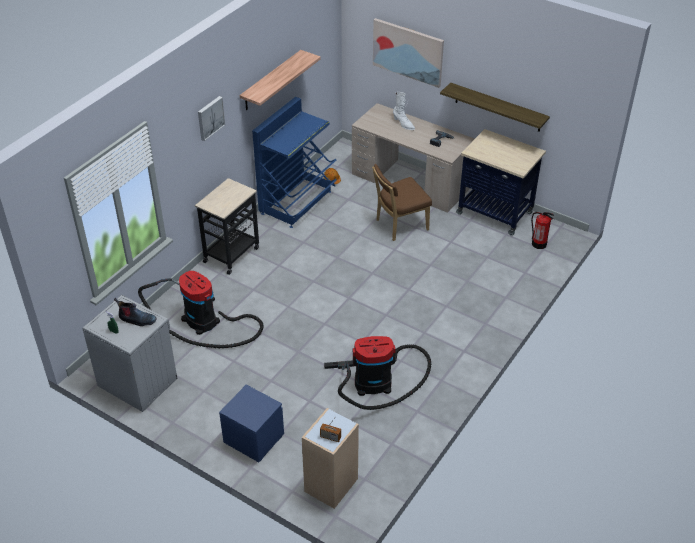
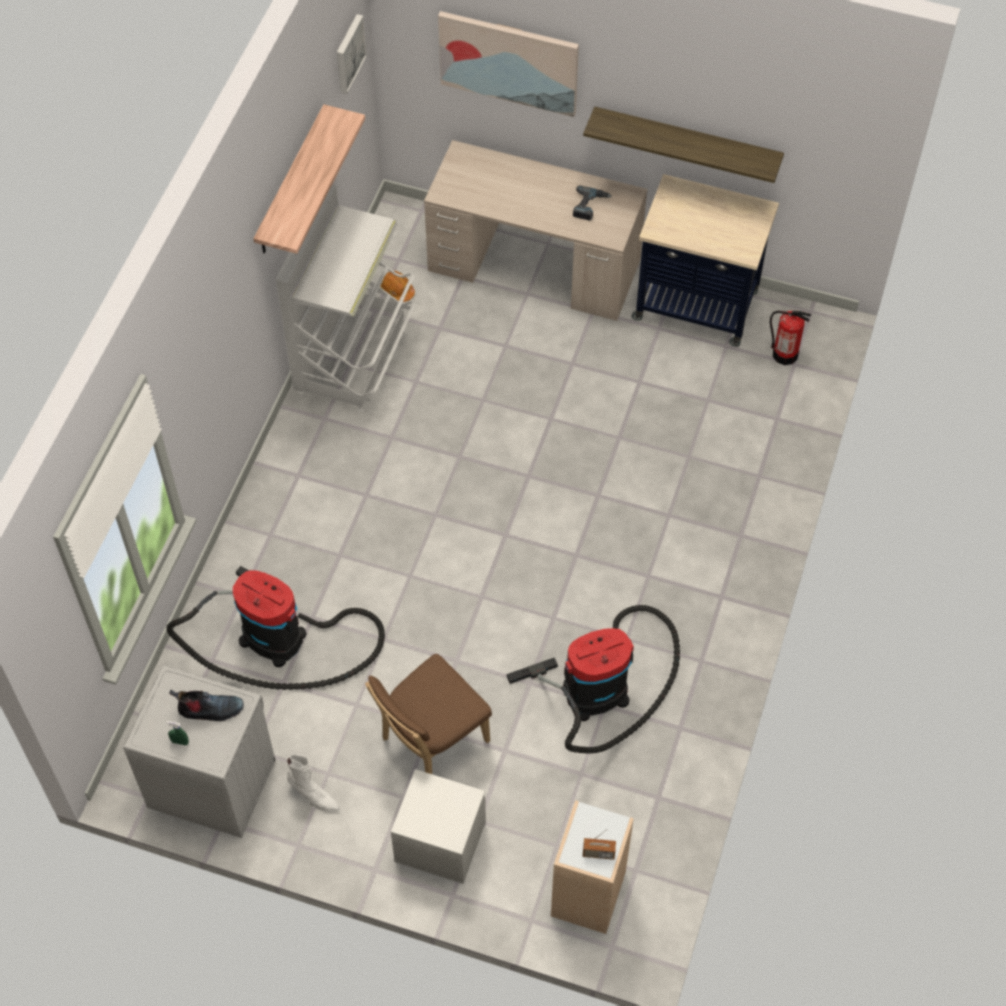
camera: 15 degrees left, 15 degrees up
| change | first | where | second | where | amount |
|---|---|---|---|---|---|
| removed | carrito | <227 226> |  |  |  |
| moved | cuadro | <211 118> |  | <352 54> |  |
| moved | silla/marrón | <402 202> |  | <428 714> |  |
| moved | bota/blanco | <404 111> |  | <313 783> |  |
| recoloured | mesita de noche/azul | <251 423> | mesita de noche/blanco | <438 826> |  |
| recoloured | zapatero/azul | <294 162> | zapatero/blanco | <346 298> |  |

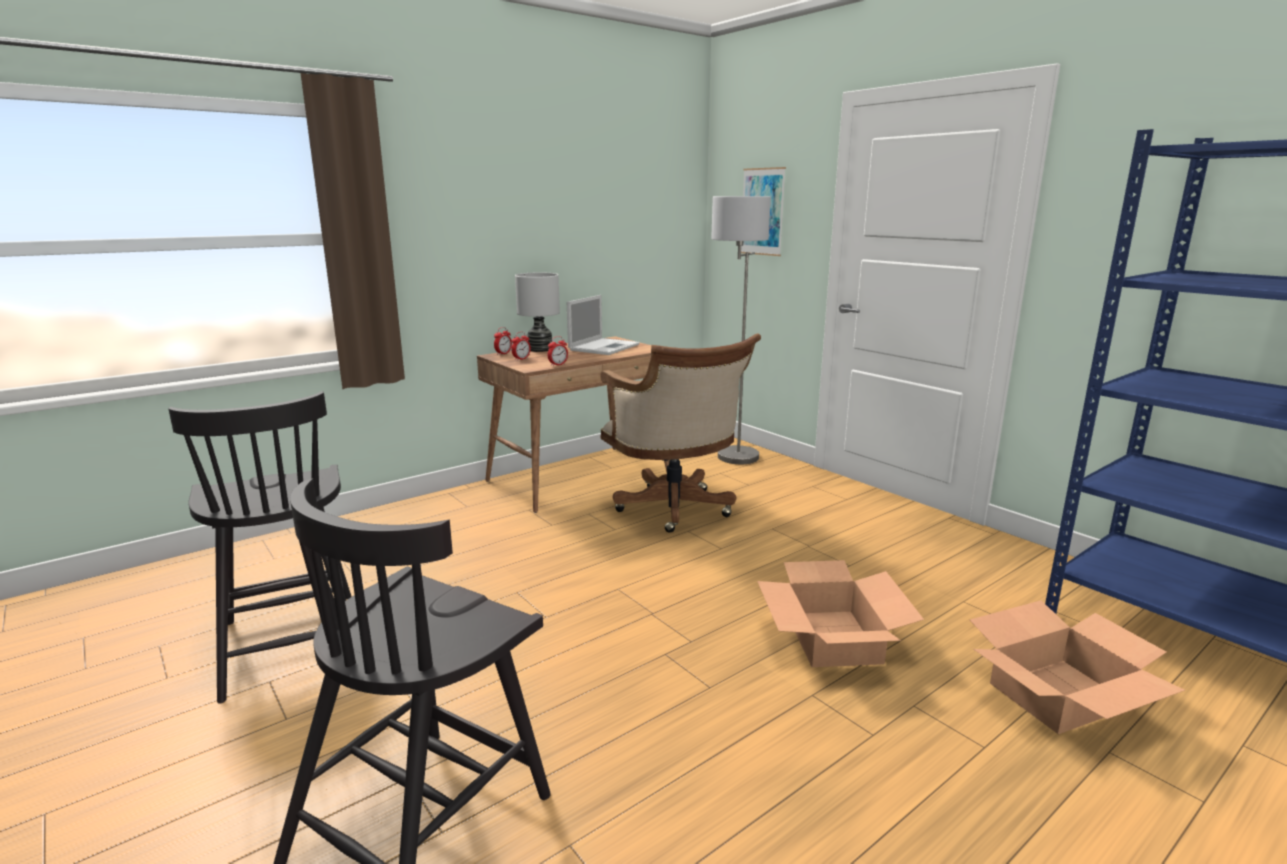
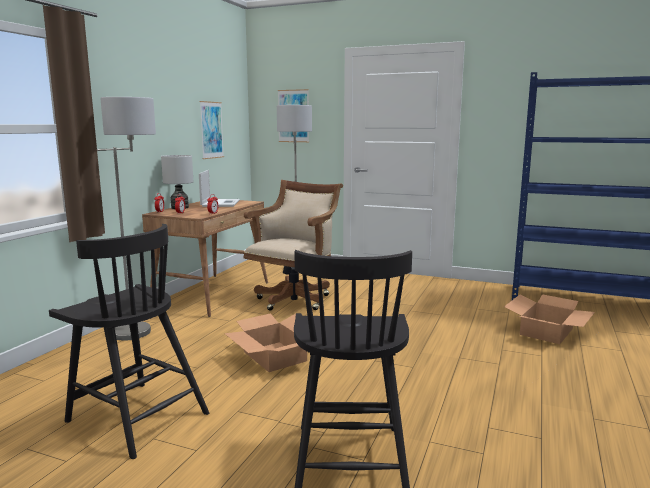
camera: 30 degrees left, 5 degrees down
| change | first | where | second | where | amount |
|---|---|---|---|---|---|
| added |  |  | lámpara de pie/gris | <126 219> |  |
| added |  |  | cuadro | <212 130> |  |
| moved | caja de cartón | <840 613> |  | <265 342> |  |
| turned | silla de oficina | <680 433> |  | <293 245> | 90 degrees counterclockwise |

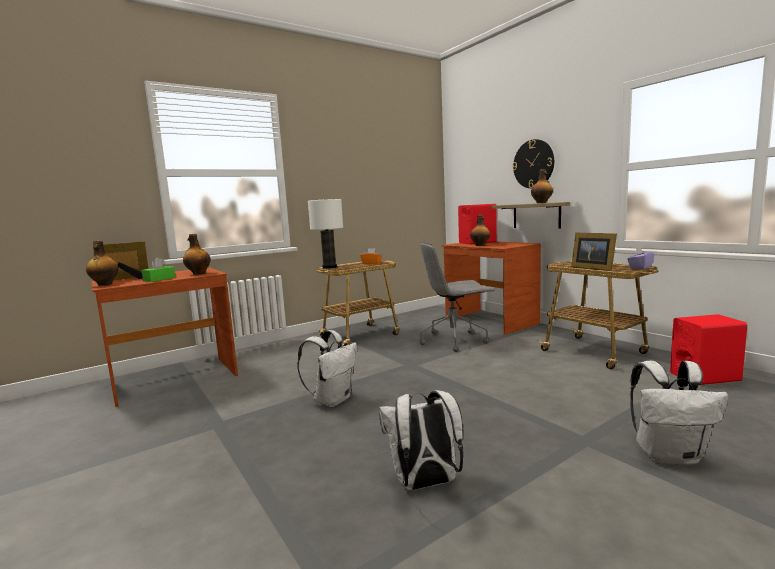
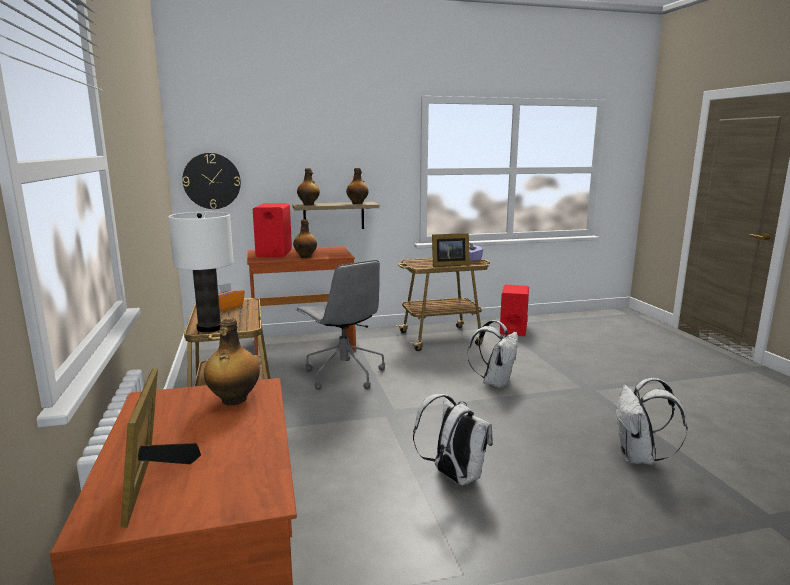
camera: 70 degrees left, 5 degrees up
| change | first | where | second | where | amount |
|---|---|---|---|---|---|
| removed | caja de pañuelos/verde | <158 269> |  |  |  |
| moved | botella | <102 263> |  | <308 186> |  |
| moved | reloj de pared | <533 163> |  | <211 181> |  |
| moved | mochila/blanco | <679 413> |  | <492 354> |  |
| turned | silla de oficina/gris | <458 297> |  | <340 325> | 45 degrees counterclockwise |

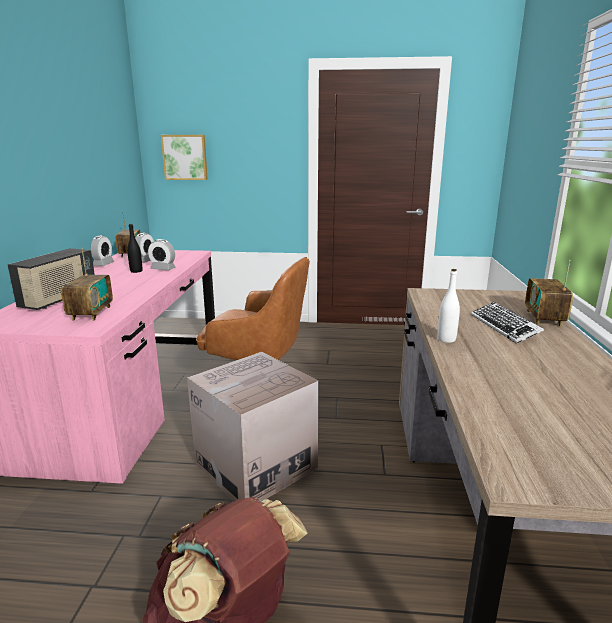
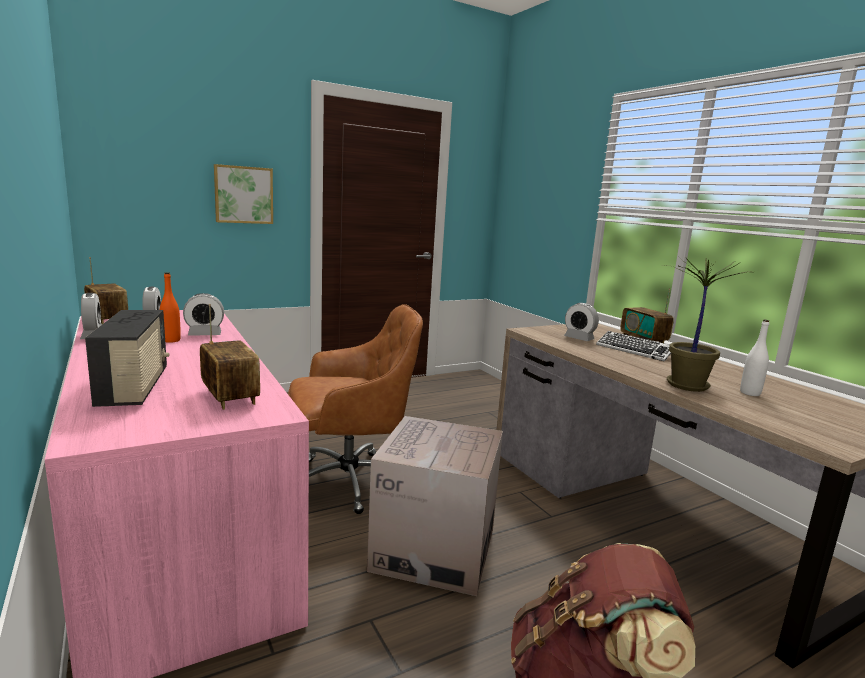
camera: 35 degrees left, 5 degrees down
| change | first | where | second | where | amount |
|---|---|---|---|---|---|
| added |  |  | despertador | <581 322> |  |
| added |  |  | planta en maceta | <708 325> |  |
| moved | cuadro | <184 157> |  | <243 194> |  |
| moved | botella/blanco | <448 306> |  | <754 358> |  |
| recoloured | botella/negro | <134 248> | botella/naranja | <170 307> |  |

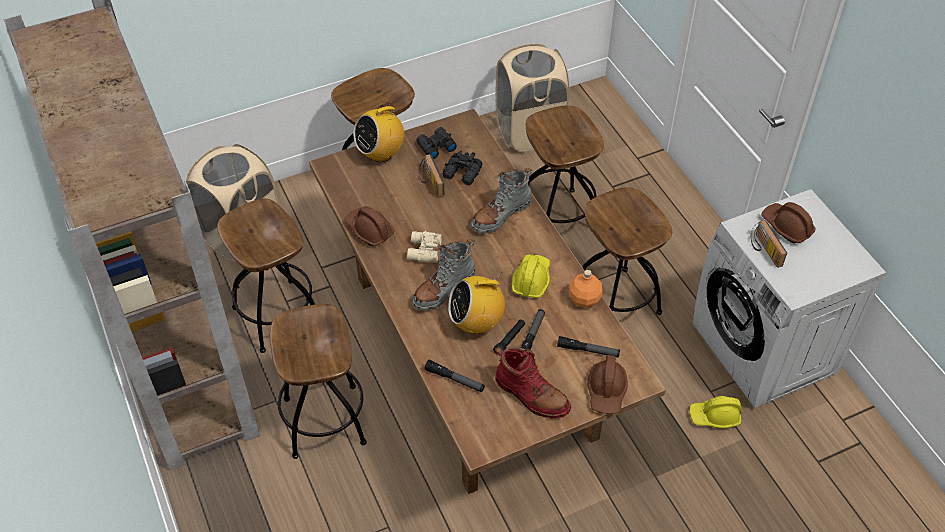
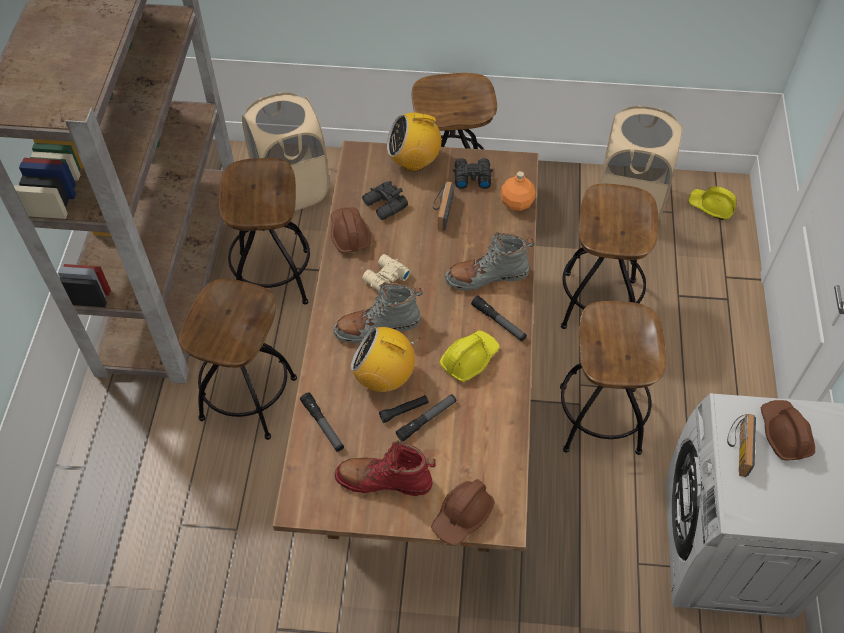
camera: 30 degrees right, 5 degrees up
| change | first | where | second | where | amount |
|---|---|---|---|---|---|
| moved | prismáticos/negro | <462 168> |  | <385 200> |  |
| moved | linterna | <588 347> |  | <499 318> |  |
| moved | botella/naranja | <586 289> |  | <518 191> |  |
| moved | casco/amarillo | <716 412> |  | <712 203> |  |
| turned | bota/rojo | <532 383> |  | <385 468> | 120 degrees clockwise |

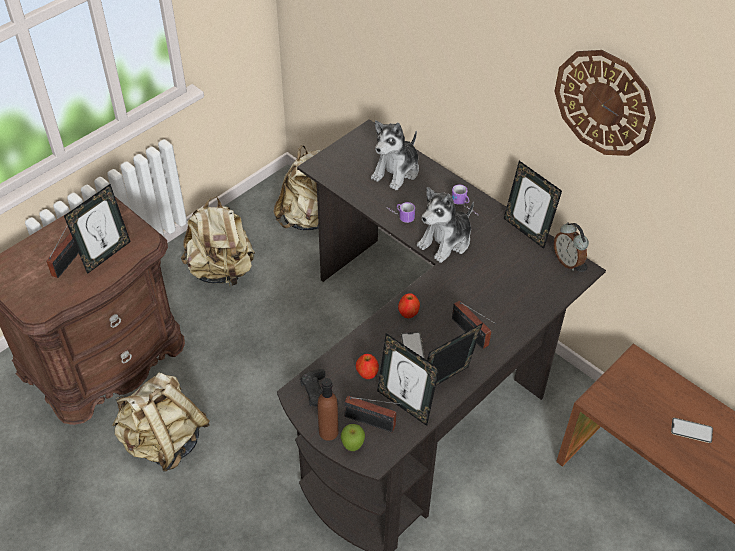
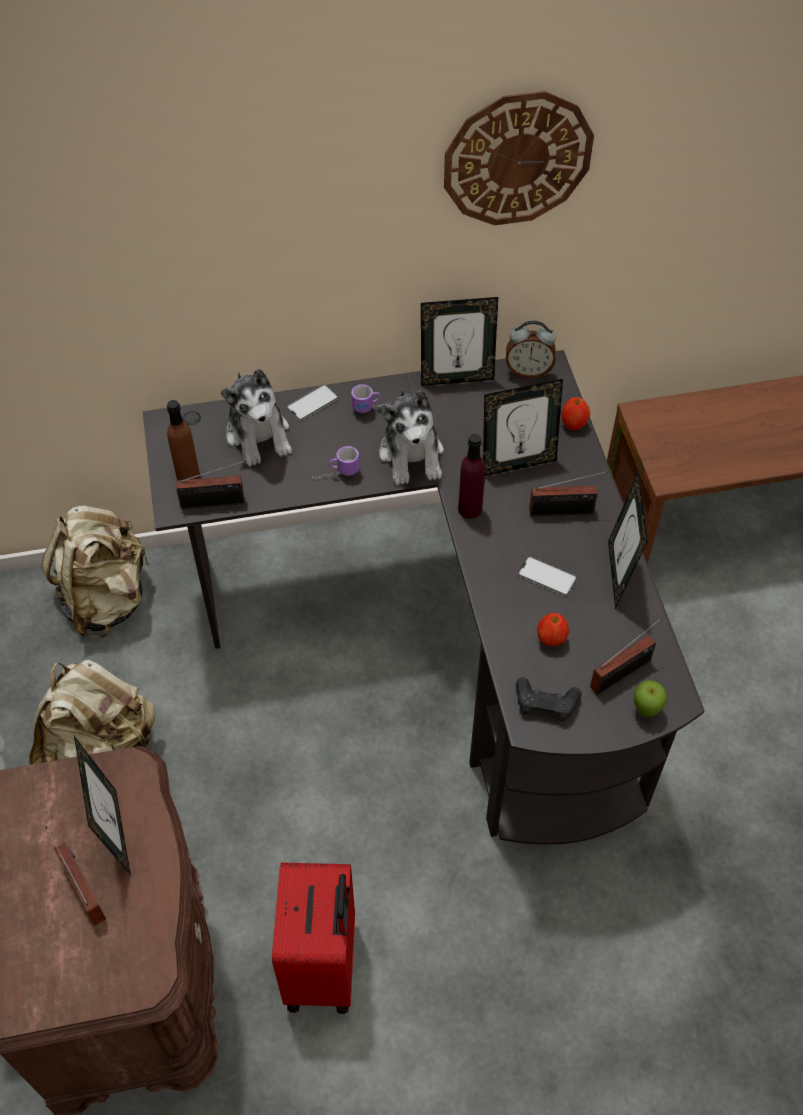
camera: 55 degrees left, 5 degrees up
| change | first | where | second | where | amount |
|---|---|---|---|---|---|
| added |  |  | radio | <211 484> |  |
| added |  |  | botella/morado | <471 476> |  |
| moved | botella/marrón | <328 409> |  | <183 440> |  |
| moved | portarretratos | <408 379> |  | <523 427> |  |
| moved | manzana | <409 305> |  | <576 414> |  |
| moved | móvil | <692 430> |  | <312 402> |  |
| replaced | mochila/beis | <161 422> | maleta/rojo | <313 938> |  |

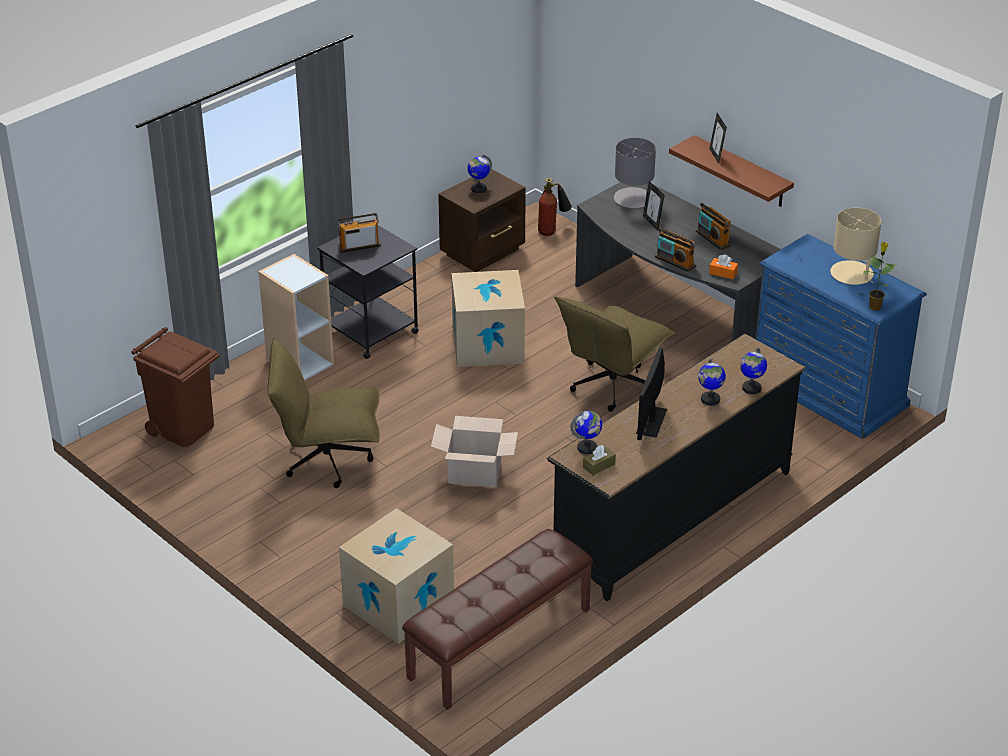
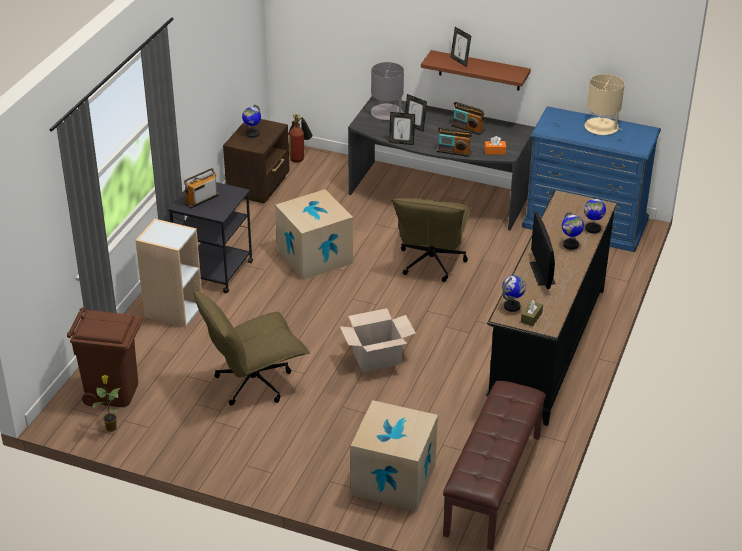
camera: 25 degrees left, 0 degrees up
| change | first | where | second | where | amount |
|---|---|---|---|---|---|
| added |  |  | portarretratos | <402 128> |  |
| moved | planta en maceta | <880 276> |  | <106 403> |  |

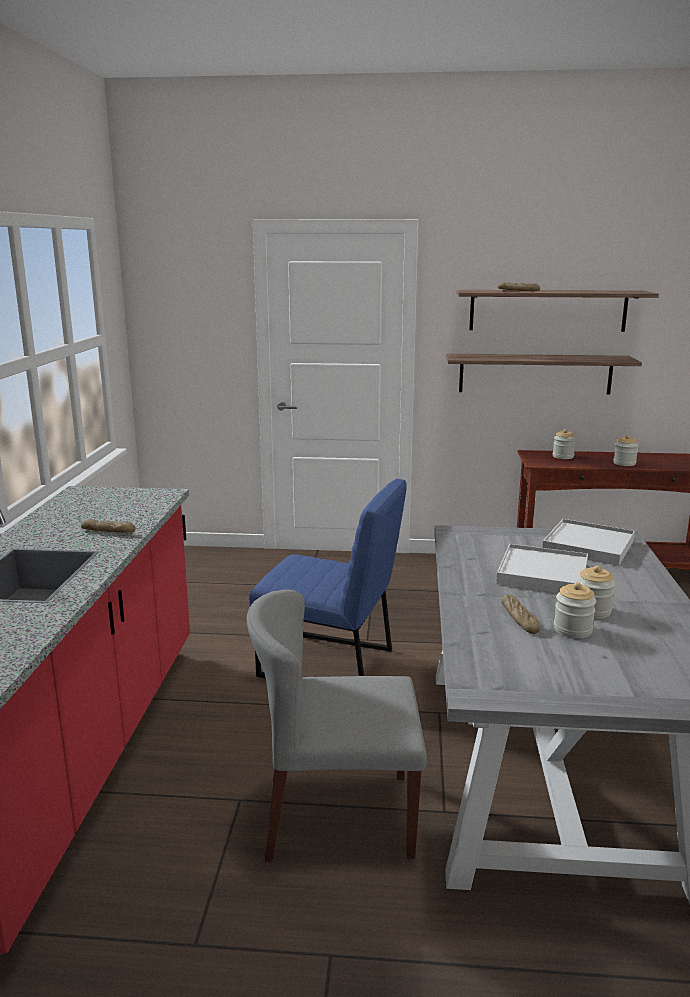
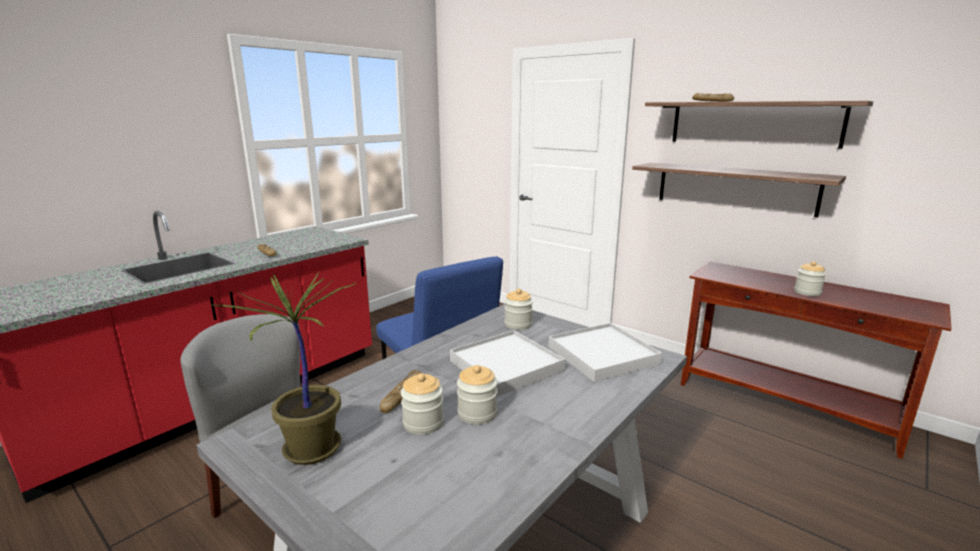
camera: 35 degrees right, 0 degrees up
| change | first | where | second | where | amount |
|---|---|---|---|---|---|
| added |  |  | planta en maceta | <285 368> |  |
| moved | tarro | <564 444> |  | <518 309> |  |

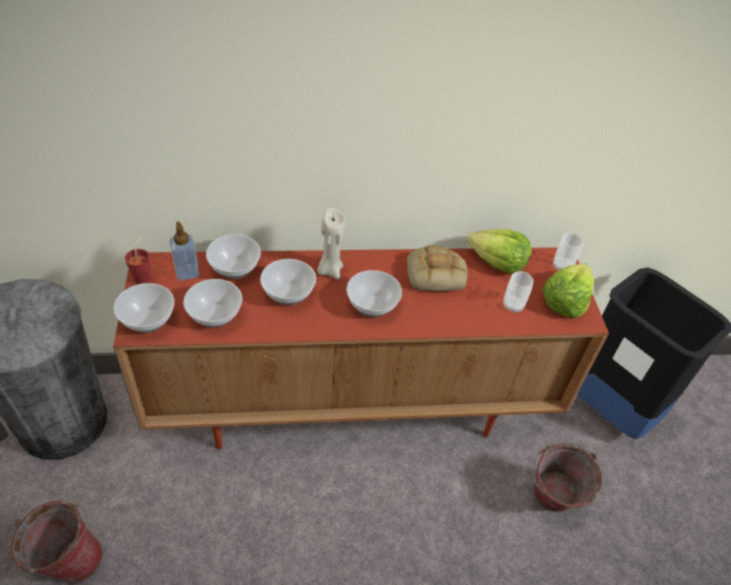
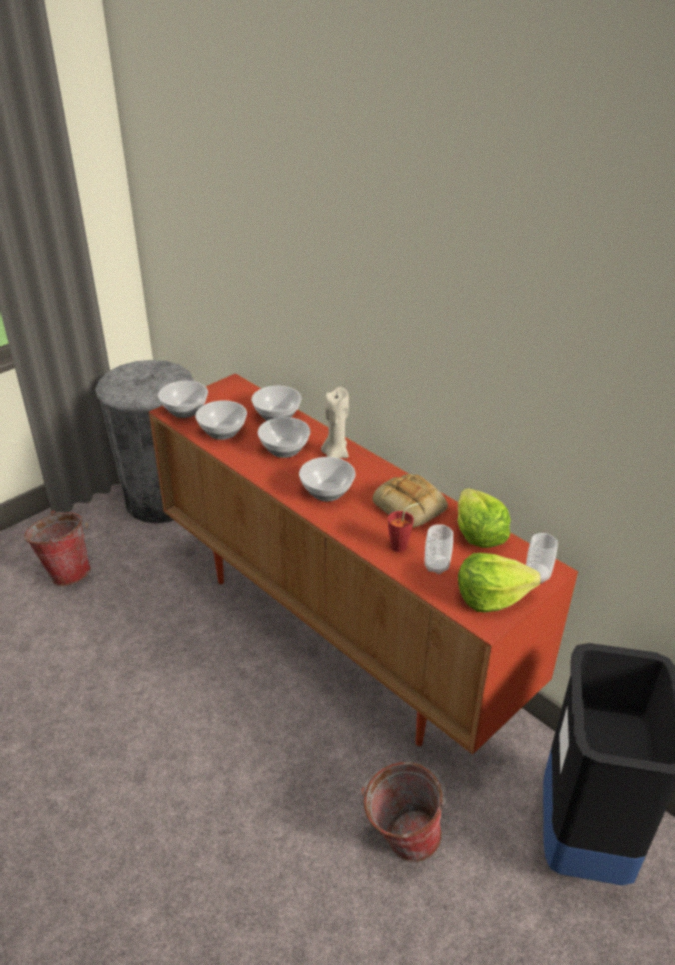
camera: 55 degrees right, 10 degrees down
| change | first | where | second | where | amount |
|---|---|---|---|---|---|
| removed | dispensador de jabón | <184 251> |  |  |  |
| moved | taza/rojo | <137 260> |  | <403 527> |  |

